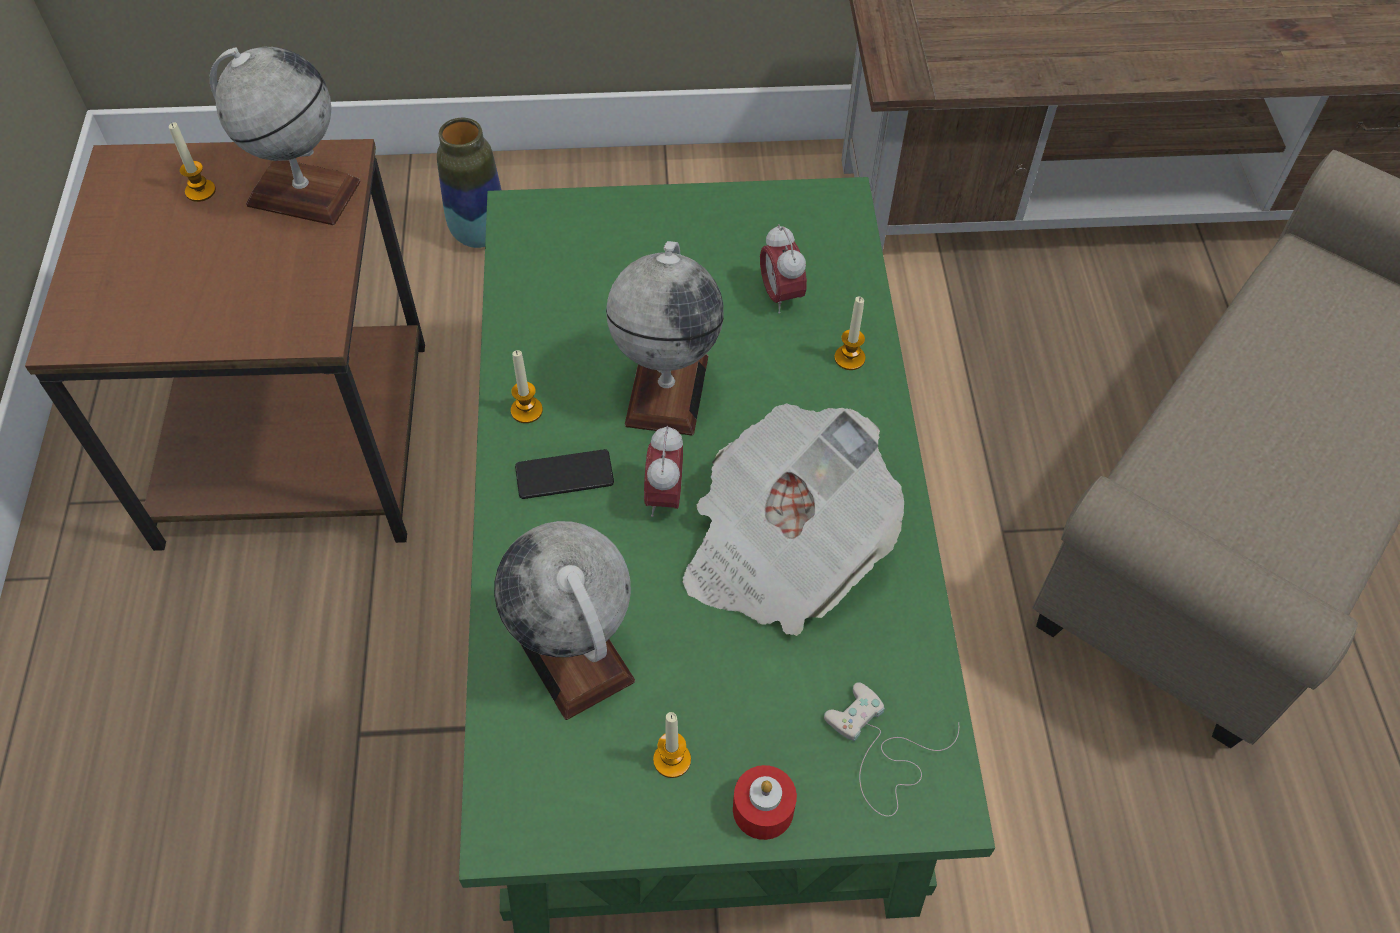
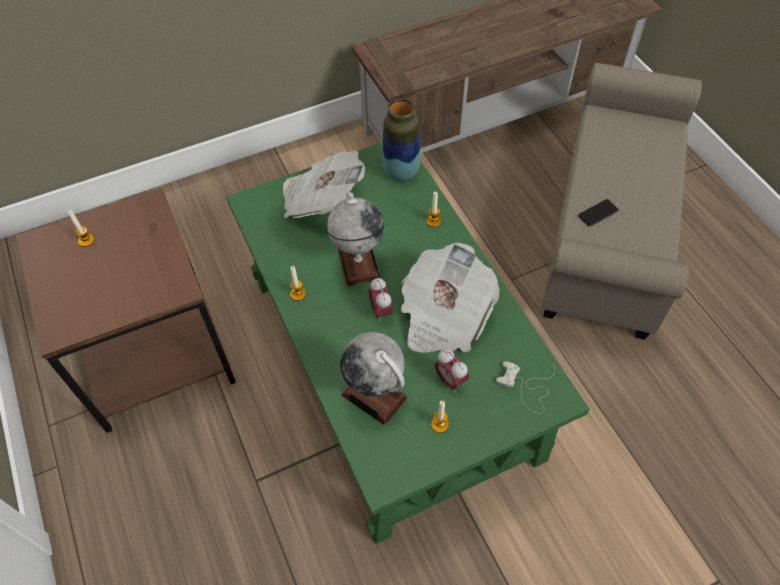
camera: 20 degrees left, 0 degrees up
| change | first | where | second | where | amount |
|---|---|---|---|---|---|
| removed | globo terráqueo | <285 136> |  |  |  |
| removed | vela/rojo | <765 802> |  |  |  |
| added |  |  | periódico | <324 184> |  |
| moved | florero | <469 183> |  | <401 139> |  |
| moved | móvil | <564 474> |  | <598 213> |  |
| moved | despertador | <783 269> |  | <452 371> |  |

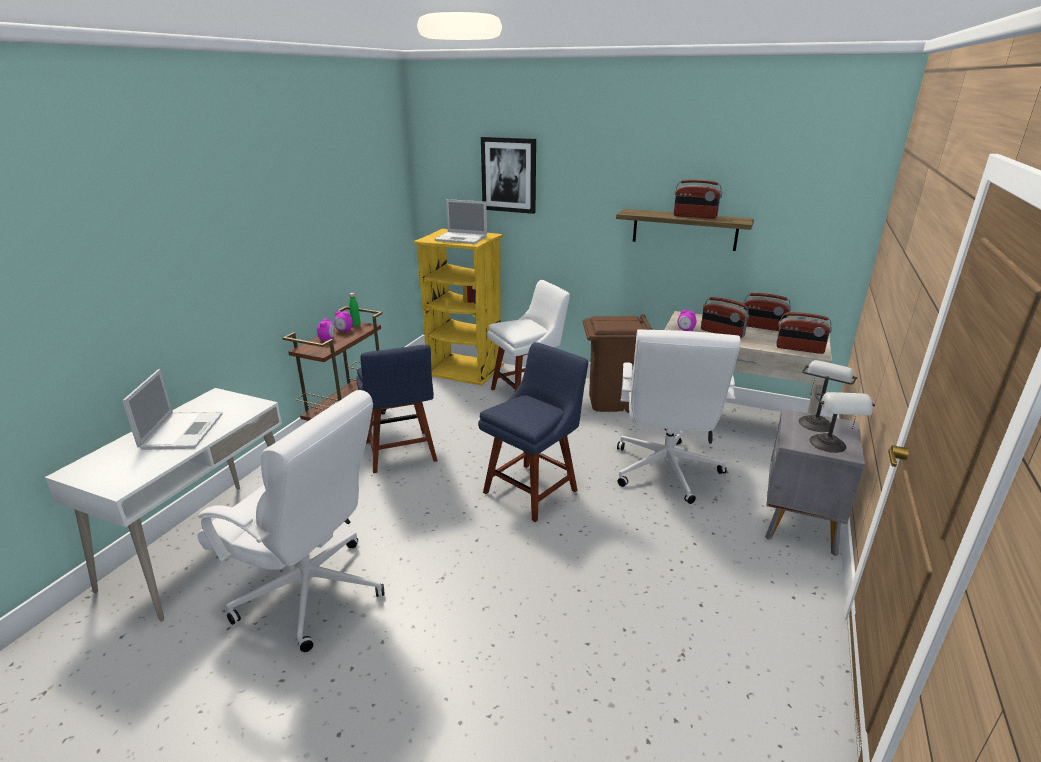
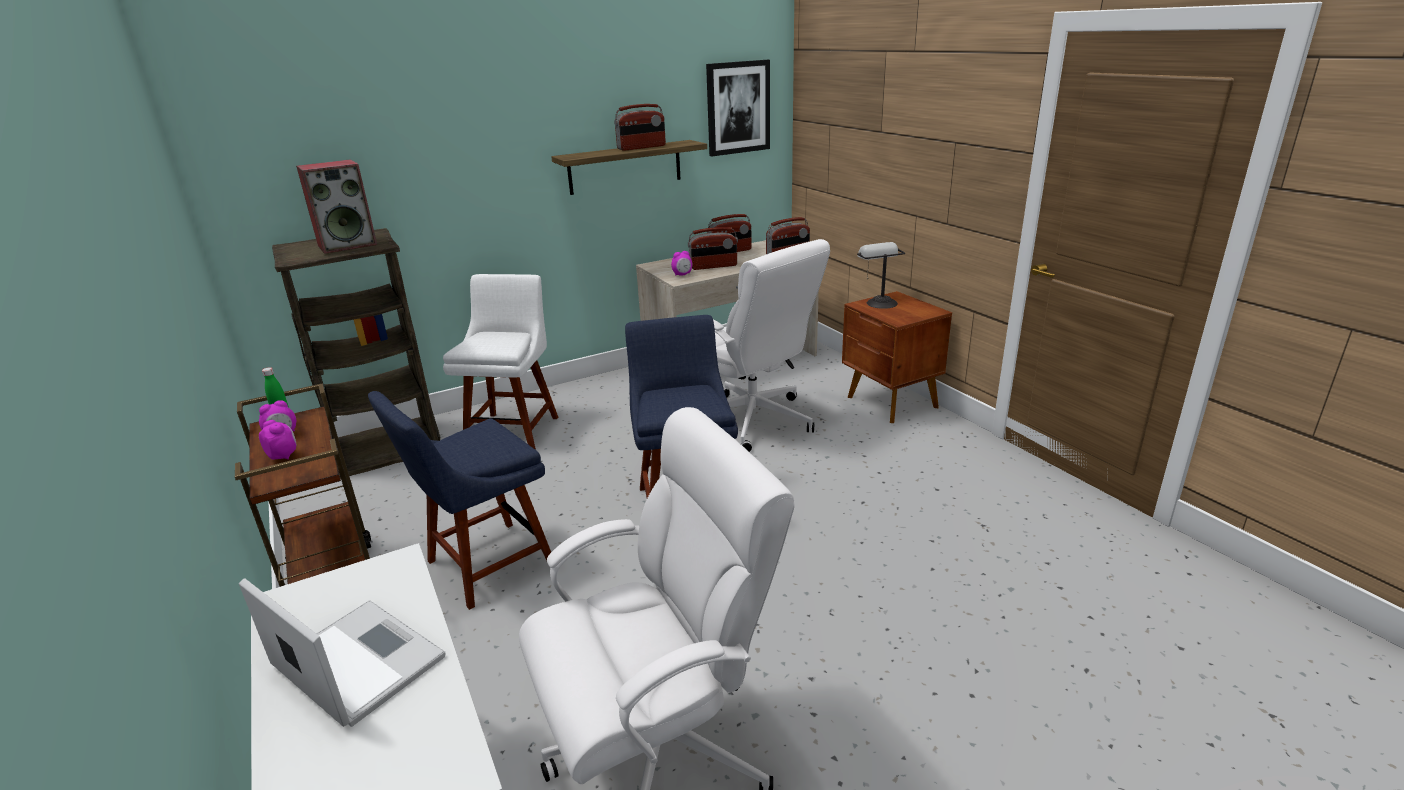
camera: 50 degrees left, 0 degrees up
| change | first | where | second | where | amount |
|---|---|---|---|---|---|
| removed | papelera/marrón | <618 363> |  |  |  |
| removed | lámpara de mesa | <842 422> |  |  |  |
| moved | cuadro | <508 175> |  | <738 108> |  |
| replaced | portátil | <461 221> | altavoz | <336 206> |  |
| recoloured | estantería/amarillo | <458 307> | estantería/marrón | <356 353> |  |
| recoloured | mesita de noche/gris | <815 482> | mesita de noche/marrón | <897 357> |  |
| turned | silla/azul | <397 409> |  | <459 500> | 120 degrees clockwise |

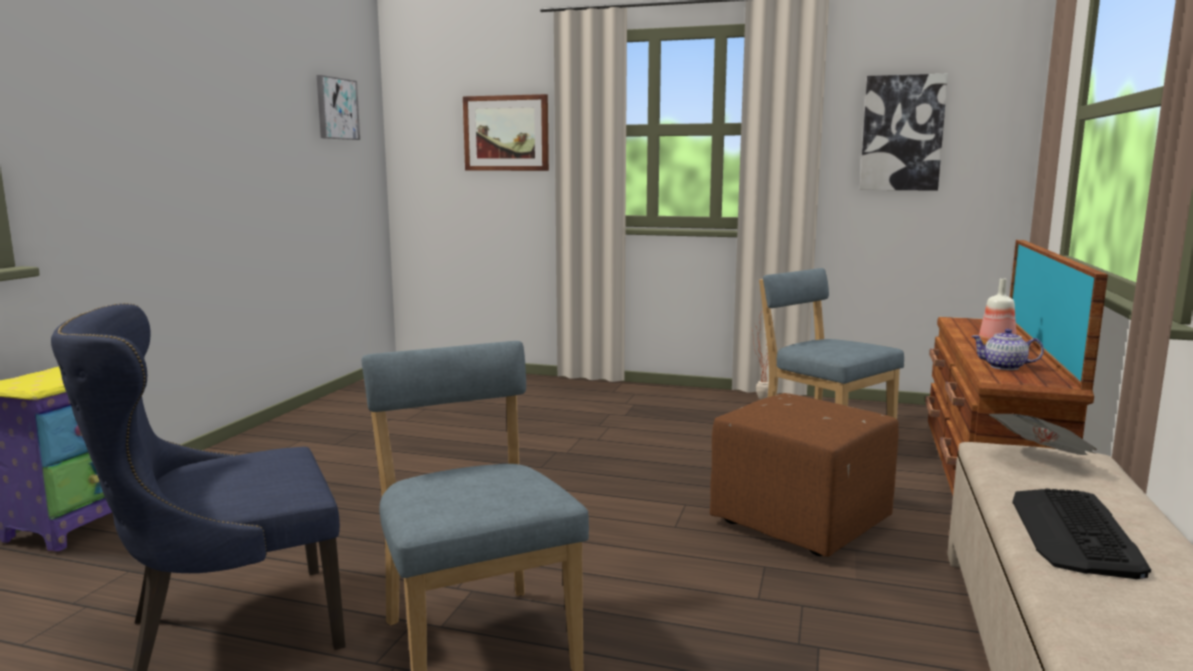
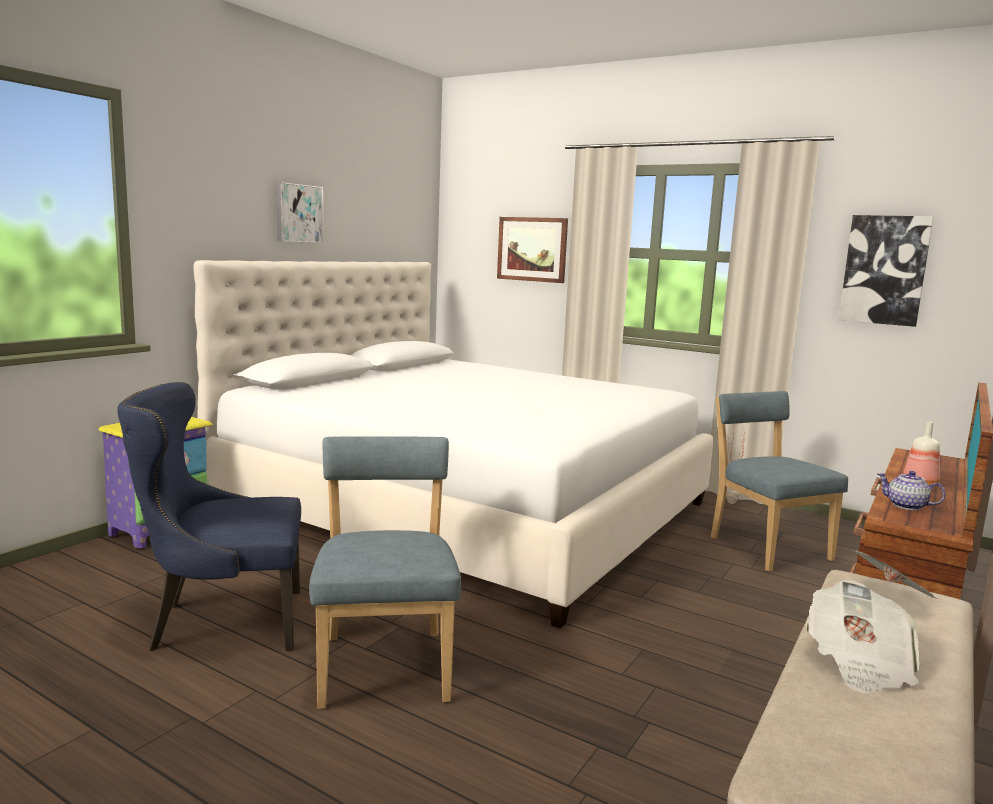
camera: 15 degrees right, 0 degrees up
| change | first | where | second | where | amount |
|---|---|---|---|---|---|
| removed | puf/marrón | <804 475> |  |  |  |
| added |  |  | cama/blanco | <453 444> |  |
| moved | cuadro | <338 107> |  | <300 212> |  |
| replaced | teclado | <1081 534> | periódico | <863 636> |  |

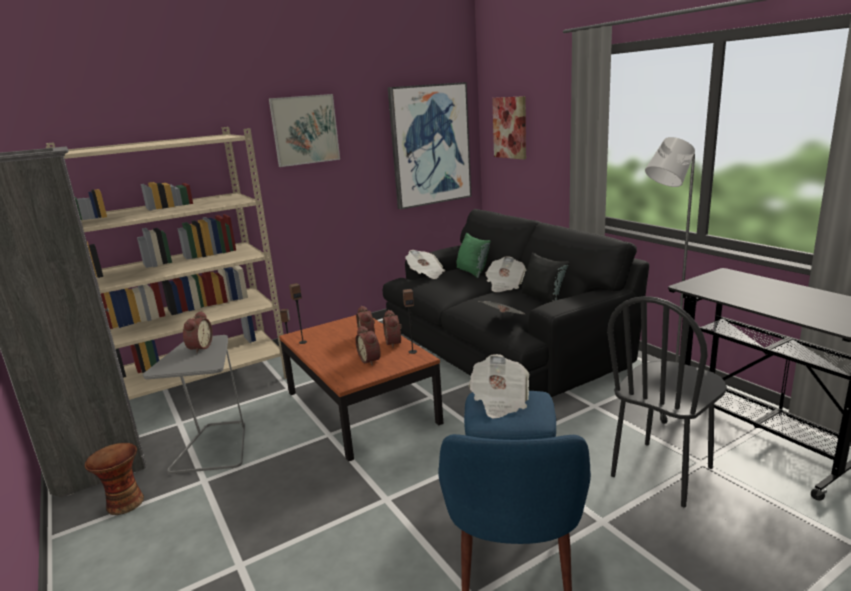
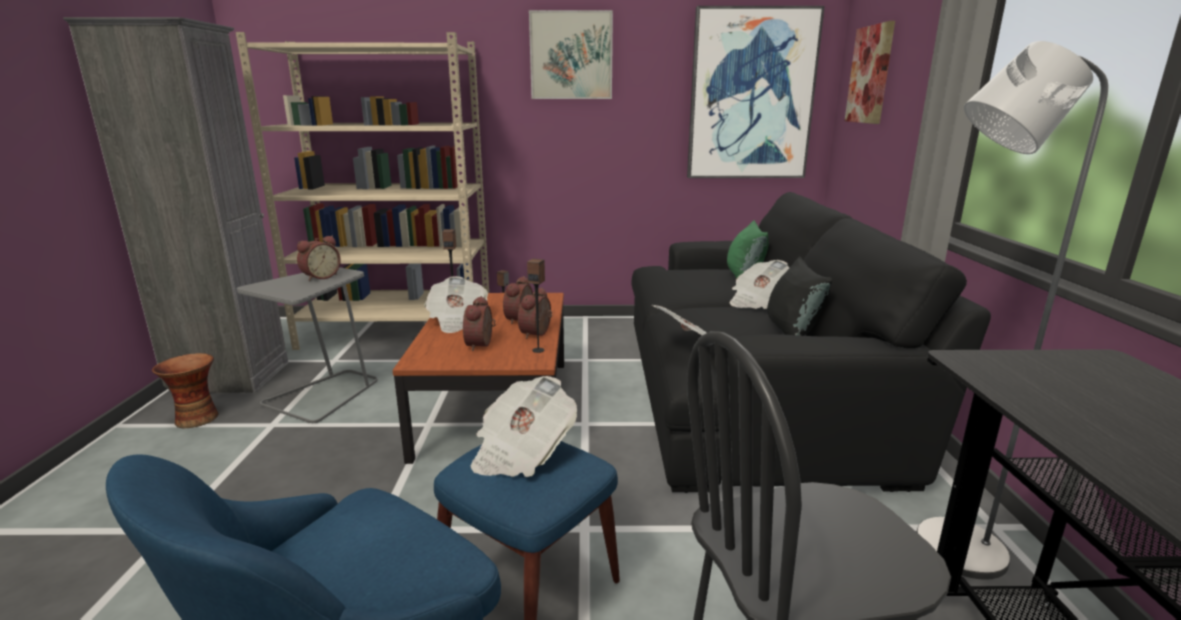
camera: 30 degrees right, 0 degrees up
| change | first | where | second | where | amount |
|---|---|---|---|---|---|
| moved | periódico | <425 264> |  | <456 304> |  |

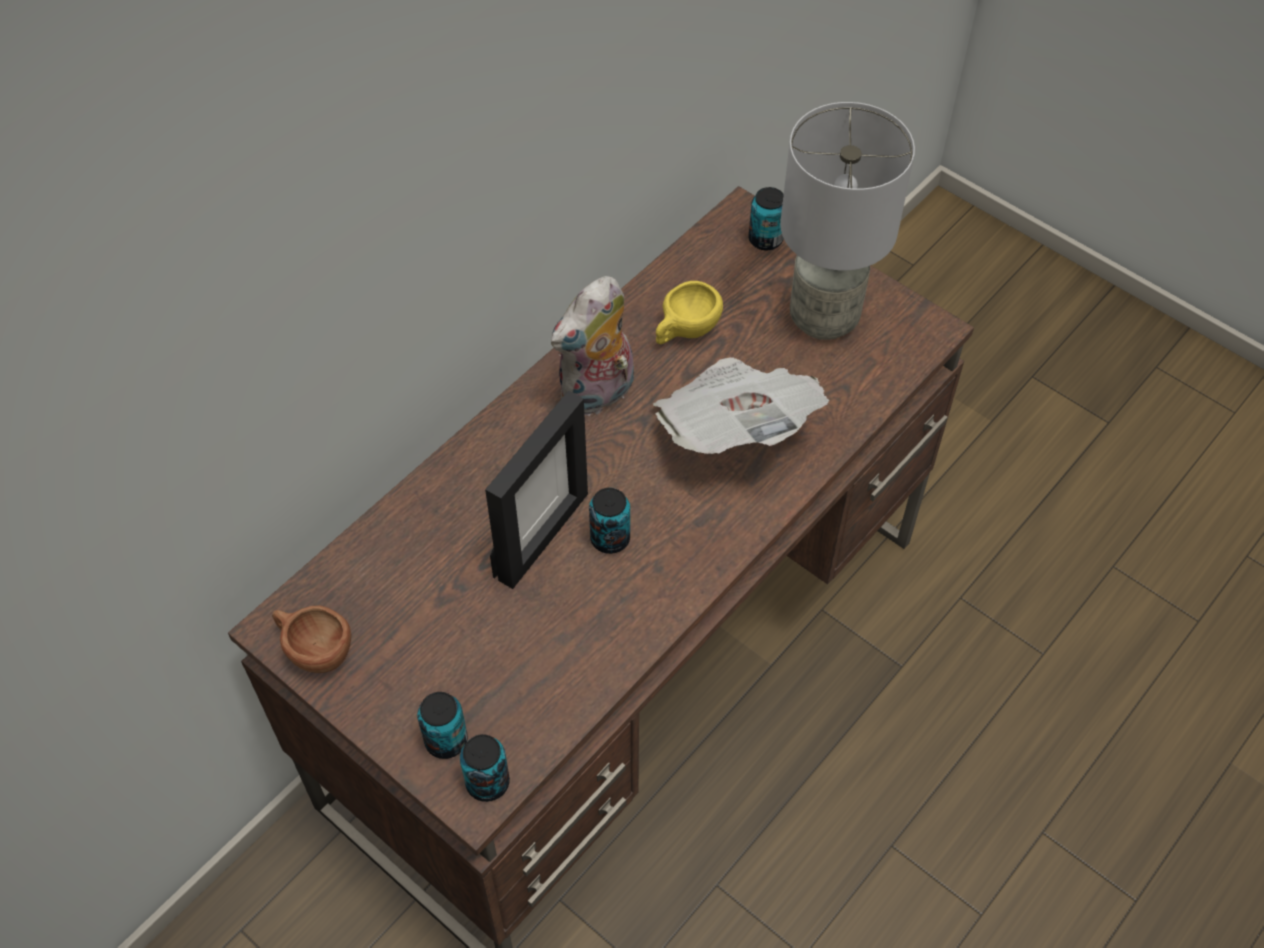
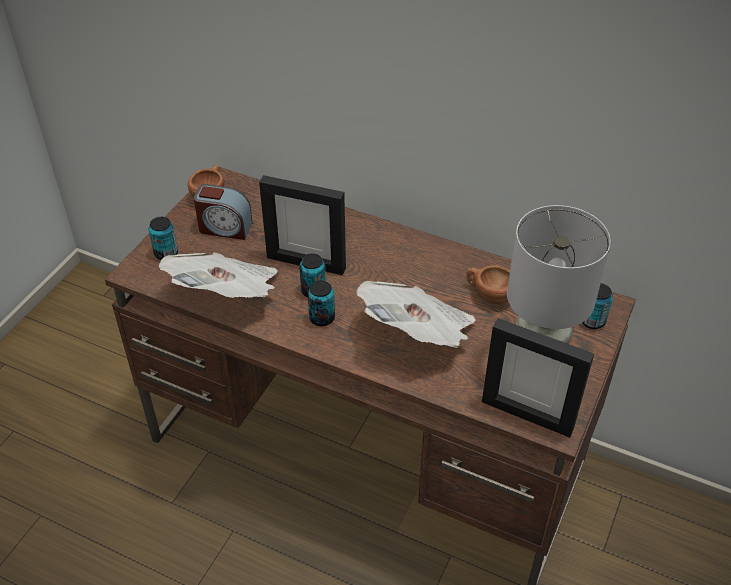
camera: 75 degrees right, 10 degrees down
| change | first | where | second | where | amount |
|---|---|---|---|---|---|
| removed | peluche | <592 346> |  |  |  |
| added |  |  | periódico | <218 275> |  |
| added |  |  | despertador | <223 212> |  |
| added |  |  | portarretratos | <538 378> |  |
| moved | lata | <485 768> |  | <321 303> |  |
| recoloured | taza/amarillo | <689 312> | taza/marrón | <488 284> |  |

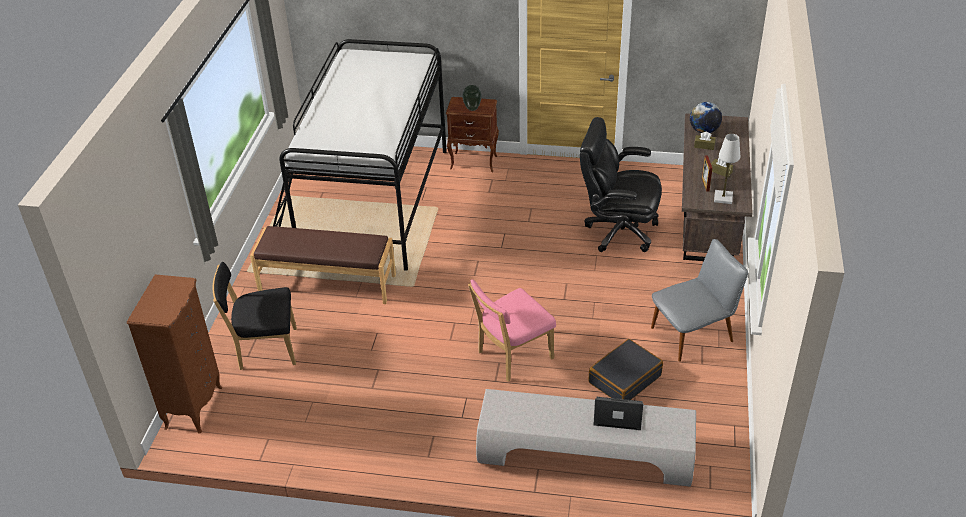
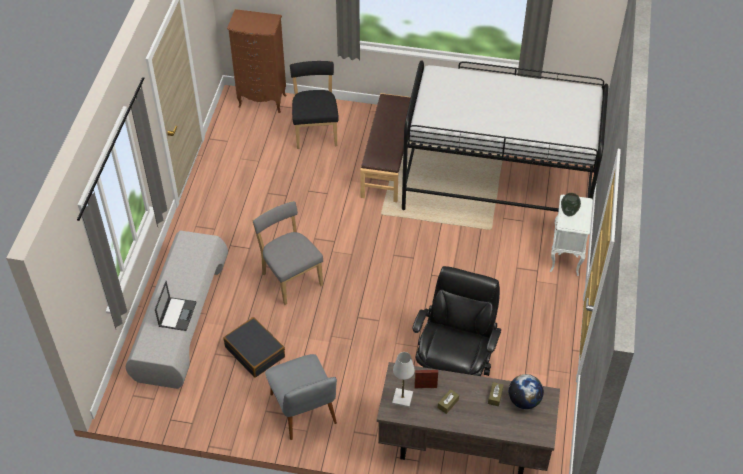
camera: 90 degrees right, 10 degrees up
| change | first | where | second | where | amount |
|---|---|---|---|---|---|
| recoloured | mesita de noche/marrón | <472 134> | mesita de noche/blanco | <571 235> |  |
| recoloured | silla/rosa | <512 330> | silla/gris | <287 253> |  |

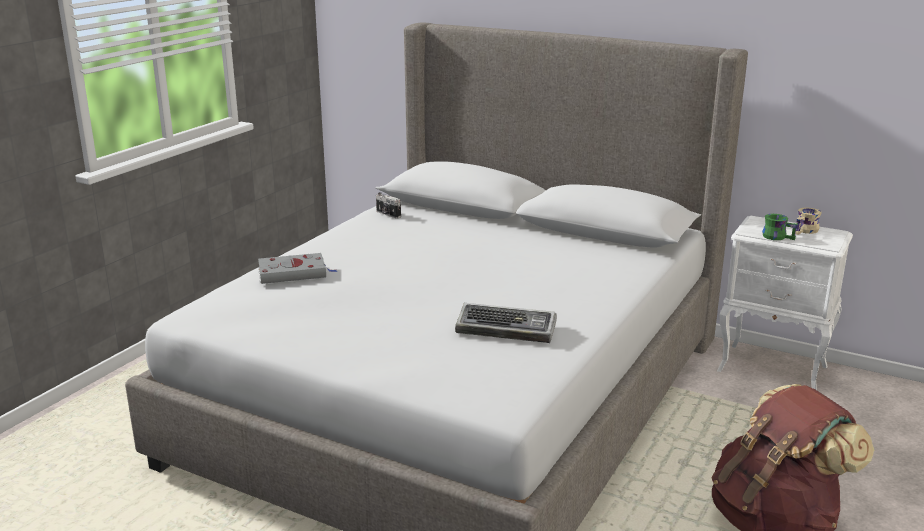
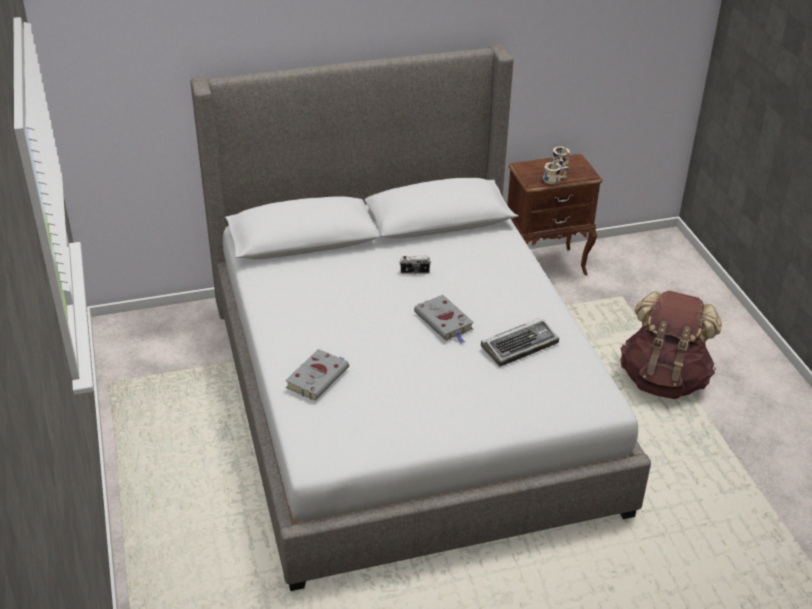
camera: 45 degrees left, 15 degrees up
| change | first | where | second | where | amount |
|---|---|---|---|---|---|
| added |  |  | libro/gris | <444 319> |  |
| moved | cámara | <388 205> |  | <415 265> |  |
| recoloured | mesita de noche/blanco | <785 303> | mesita de noche/marrón | <554 215> |  |
| recoloured | taza grande/verde | <780 227> | taza grande/beis | <555 173> |  |

